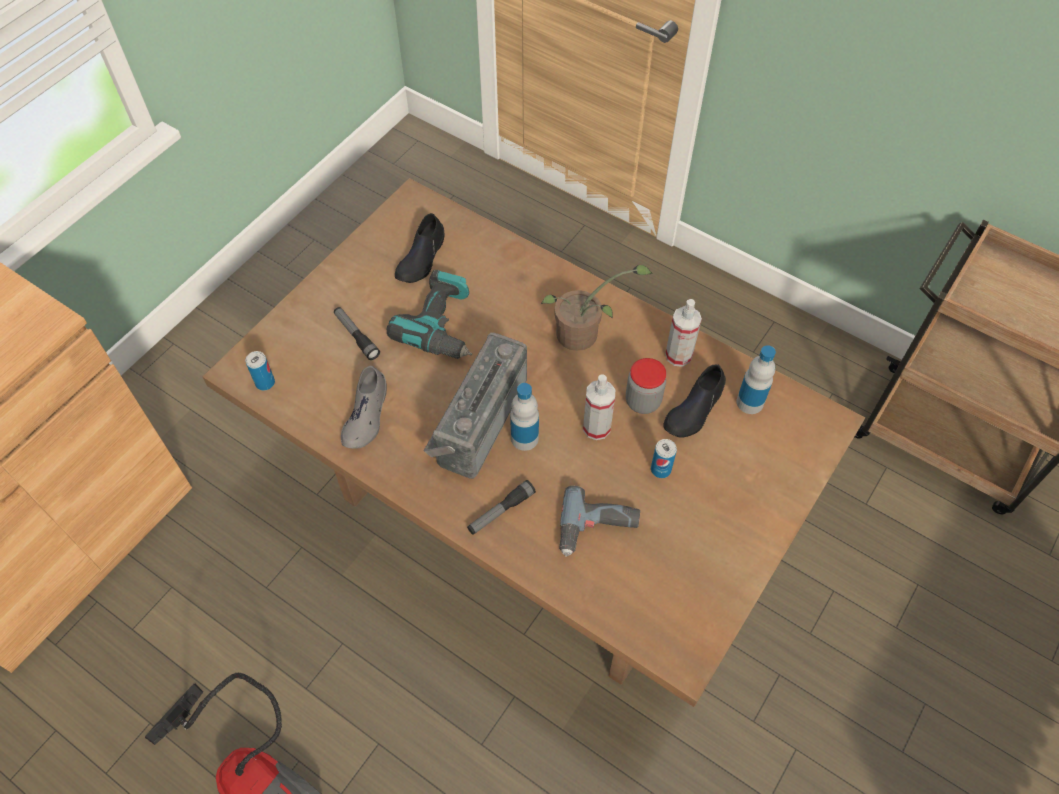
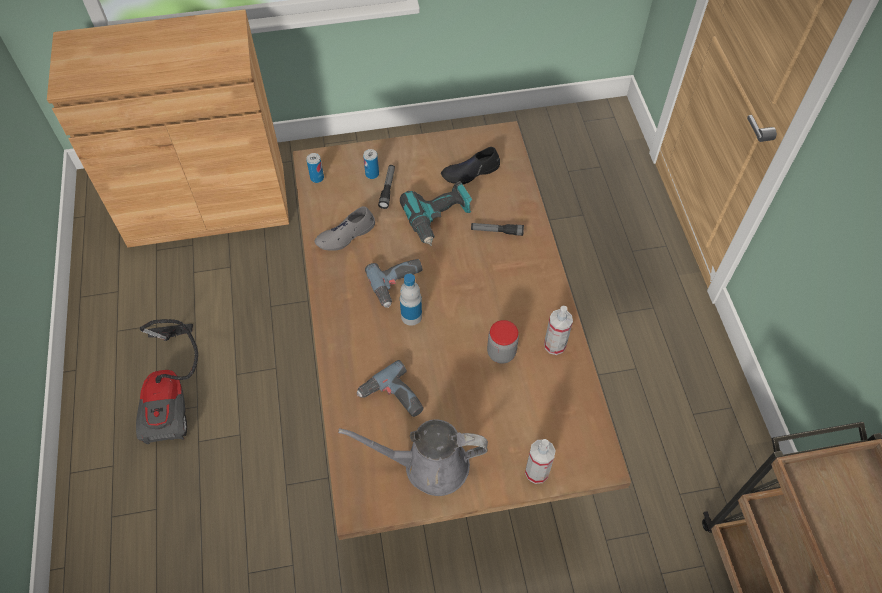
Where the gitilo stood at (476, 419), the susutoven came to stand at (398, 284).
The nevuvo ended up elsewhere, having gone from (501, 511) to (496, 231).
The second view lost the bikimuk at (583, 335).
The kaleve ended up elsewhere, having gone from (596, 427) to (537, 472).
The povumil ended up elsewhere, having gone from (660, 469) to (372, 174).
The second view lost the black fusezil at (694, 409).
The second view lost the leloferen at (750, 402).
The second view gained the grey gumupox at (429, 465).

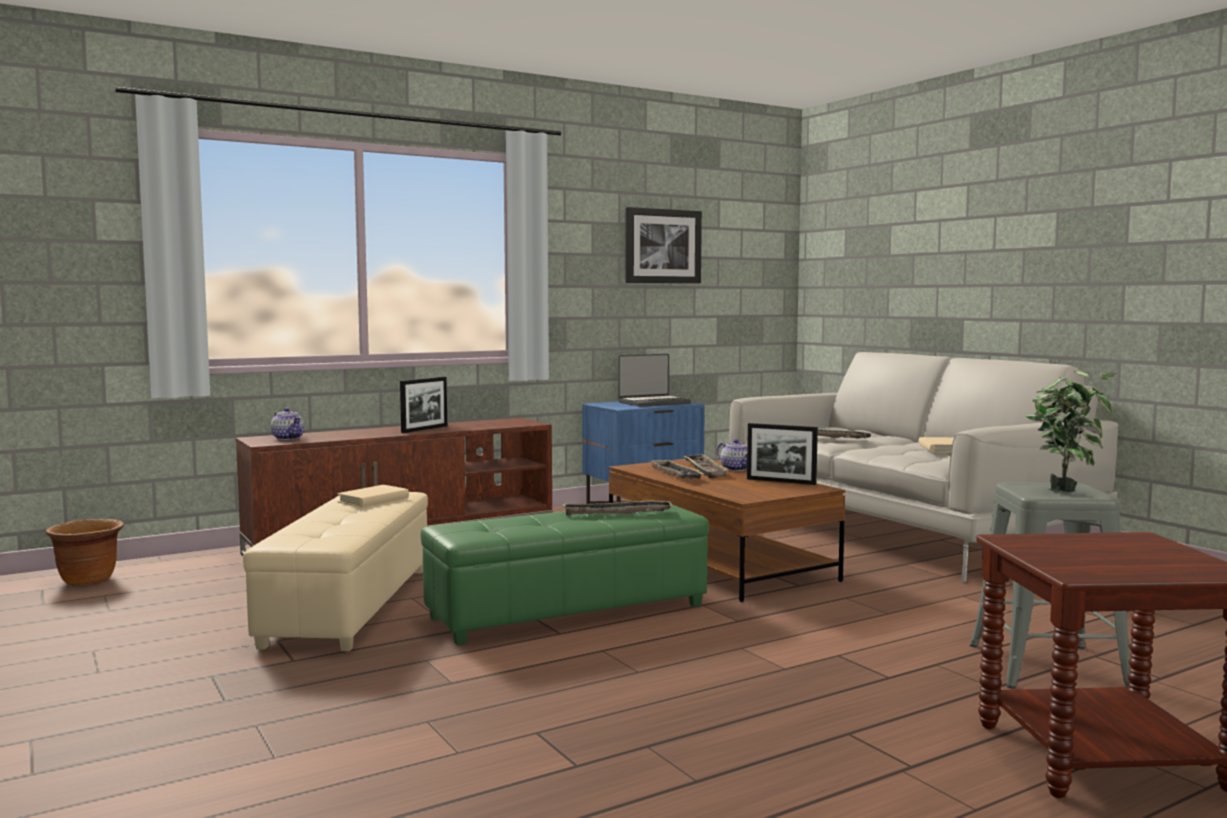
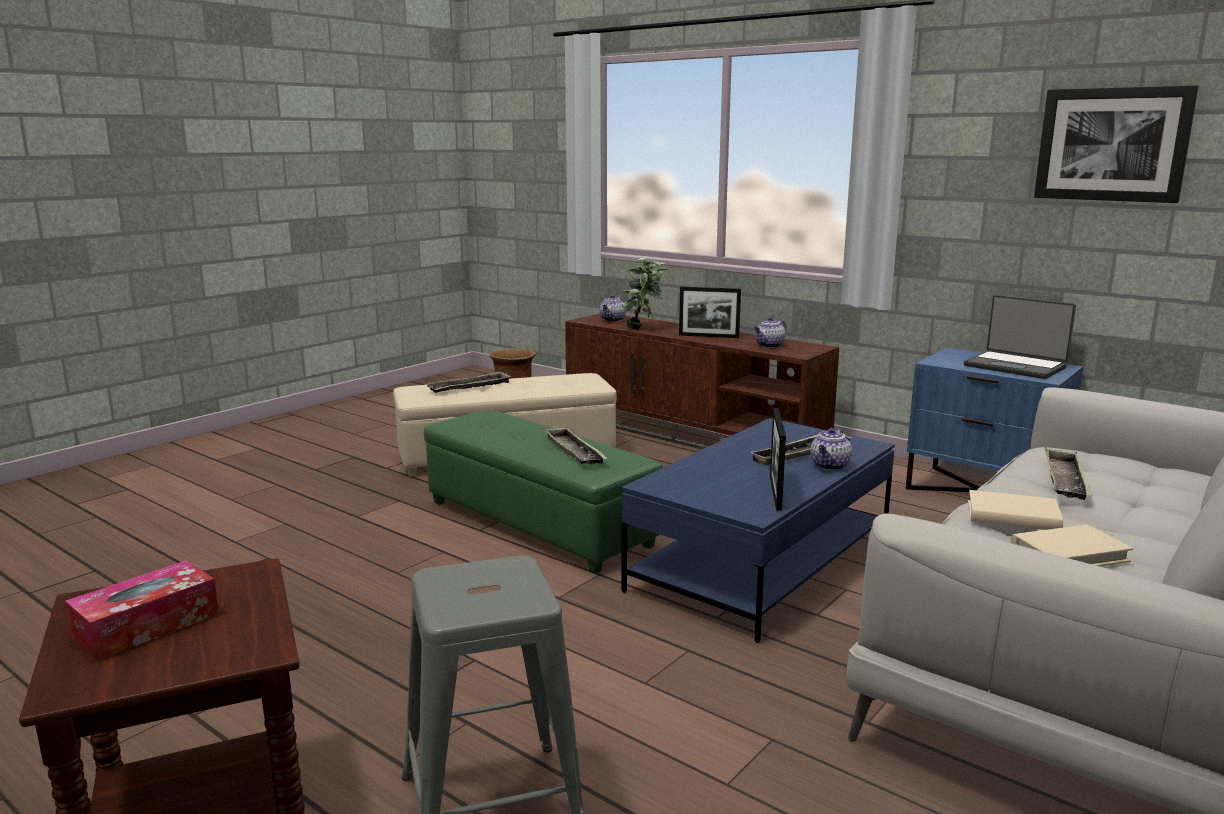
The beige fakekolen ended up elsewhere, having gone from (373, 500) to (1012, 516).
What was the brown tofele at (719, 563) turned into the blue tofele at (762, 564).
The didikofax ended up elsewhere, having gone from (675, 474) to (469, 387).
The bikimuk ended up elsewhere, having gone from (1065, 490) to (643, 329).
The second view gained the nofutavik at (147, 625).
The second view gained the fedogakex at (769, 346).

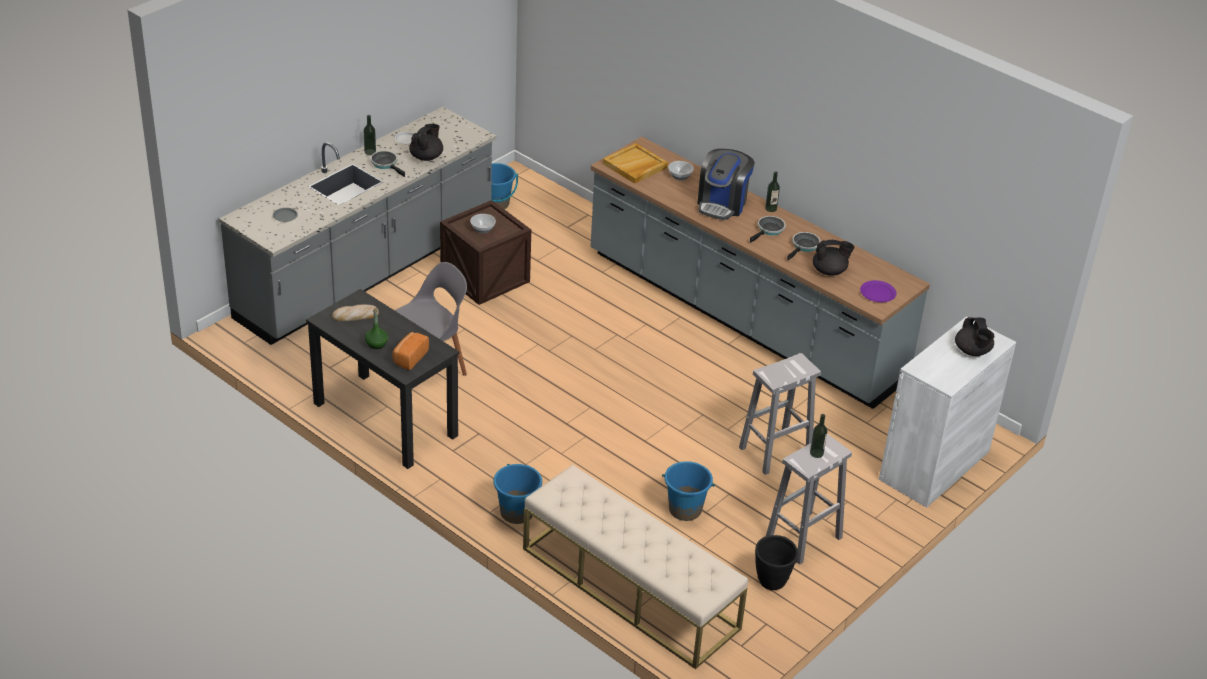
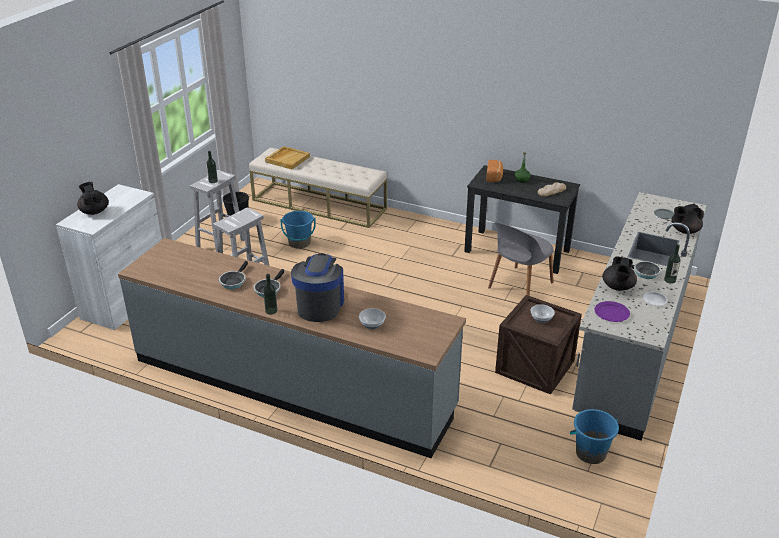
The second view lost the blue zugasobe at (517, 512).
The beige didikofax ended up elsewhere, having gone from (635, 166) to (287, 159).
The black fedogakex ended up elsewhere, having gone from (830, 271) to (684, 231).
The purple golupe ended up elsewhere, having gone from (878, 293) to (611, 313).

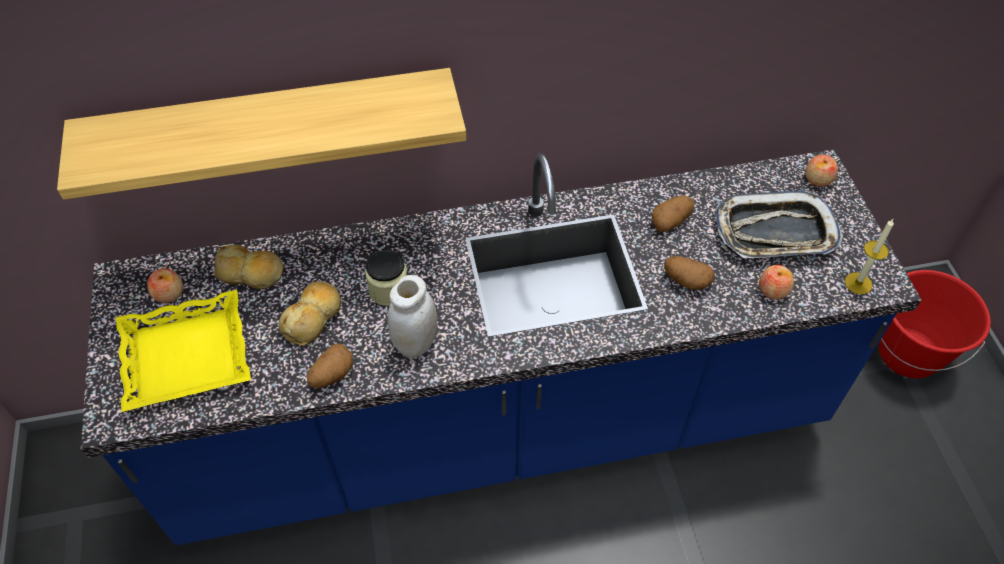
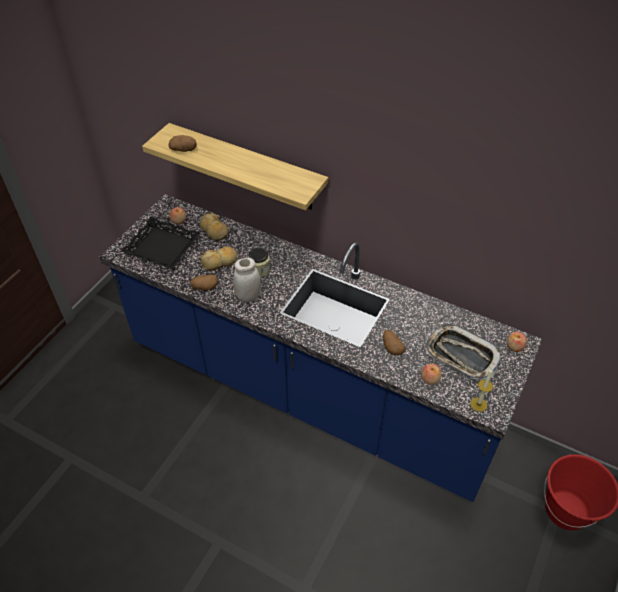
What was the yellow didikofax at (186, 355) turned into the black didikofax at (162, 247).
The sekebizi ended up elsewhere, having gone from (671, 221) to (184, 150).

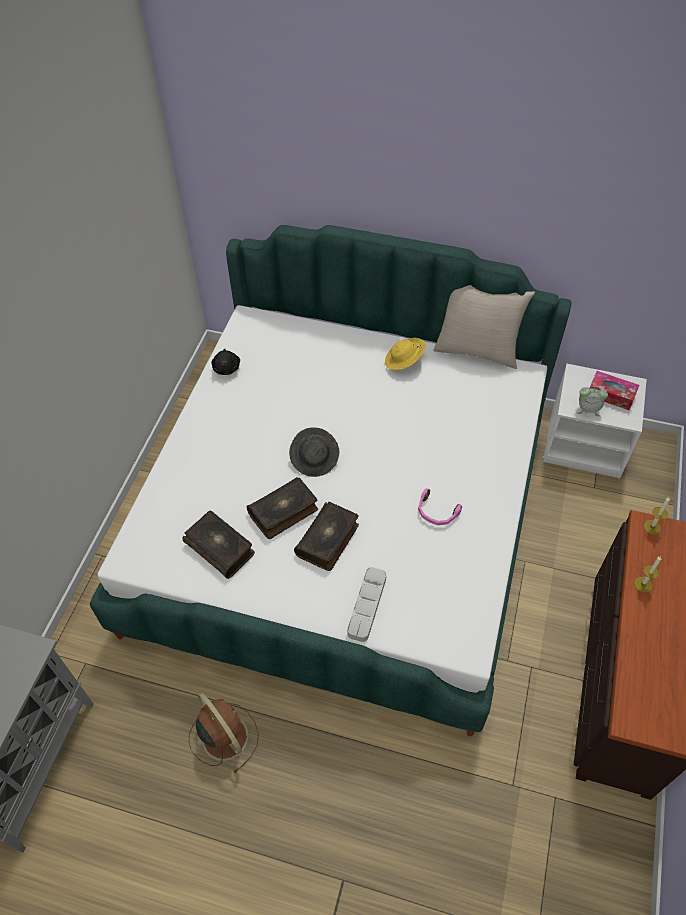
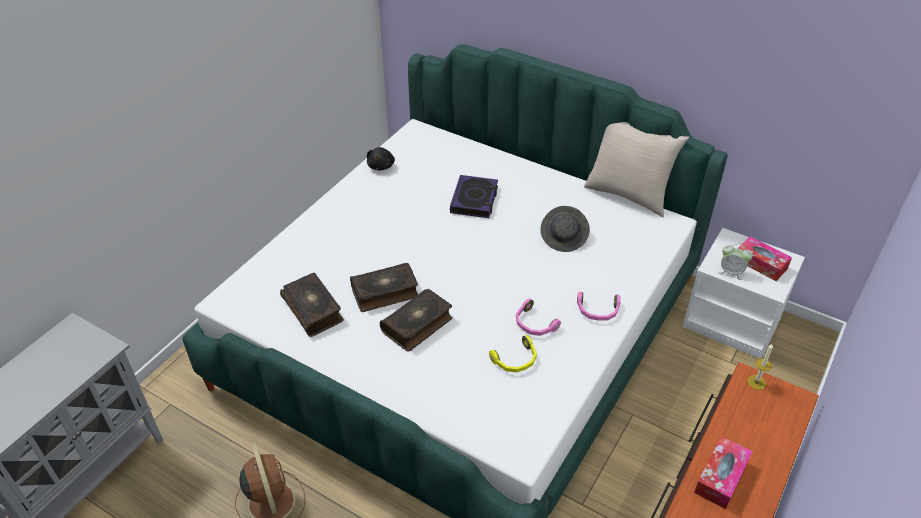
The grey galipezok ended up elsewhere, having gone from (315, 459) to (564, 237).
The second view lost the grey didikofax at (367, 605).
The second view lost the yellow galipezok at (404, 361).
The second view lost the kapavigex at (643, 584).
The second view gained the fakekolen at (474, 200).
The second view gained the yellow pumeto at (515, 360).
The second view gained the pink pumeto at (597, 311).
The second view gained the nofutavik at (721, 477).

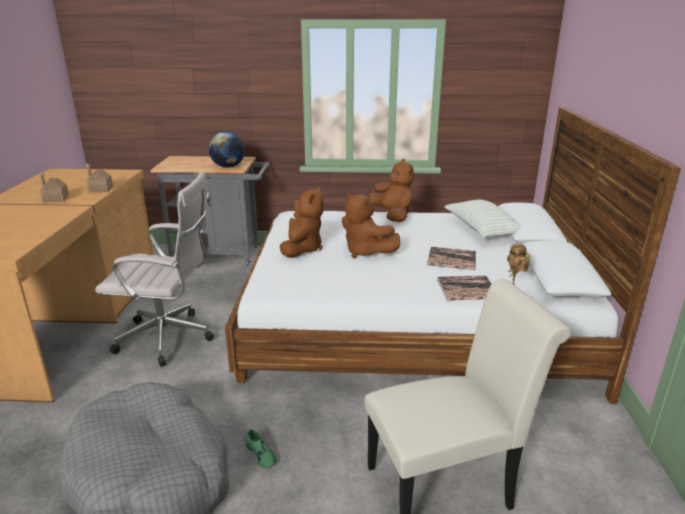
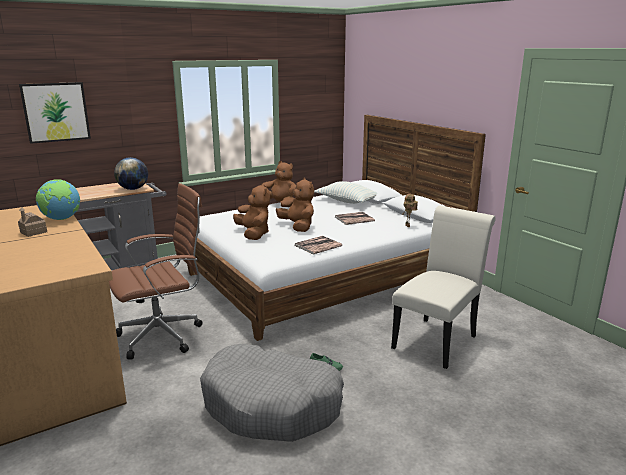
Where the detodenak stood at (100, 189), the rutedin came to stand at (61, 219).
What was the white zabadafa at (169, 338) turned into the brown zabadafa at (164, 336).
The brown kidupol at (365, 252) ended up facing another way, 135 degrees counterclockwise from before.
The fakekolen ended up elsewhere, having gone from (467, 289) to (318, 246).
The second view gained the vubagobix at (56, 112).

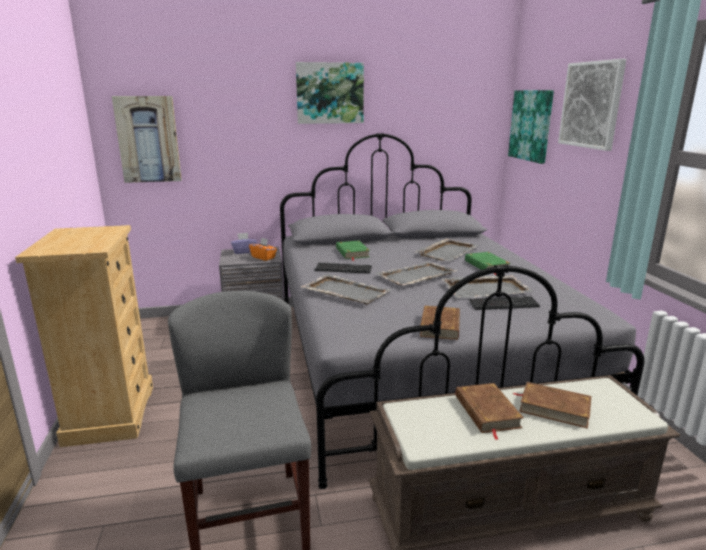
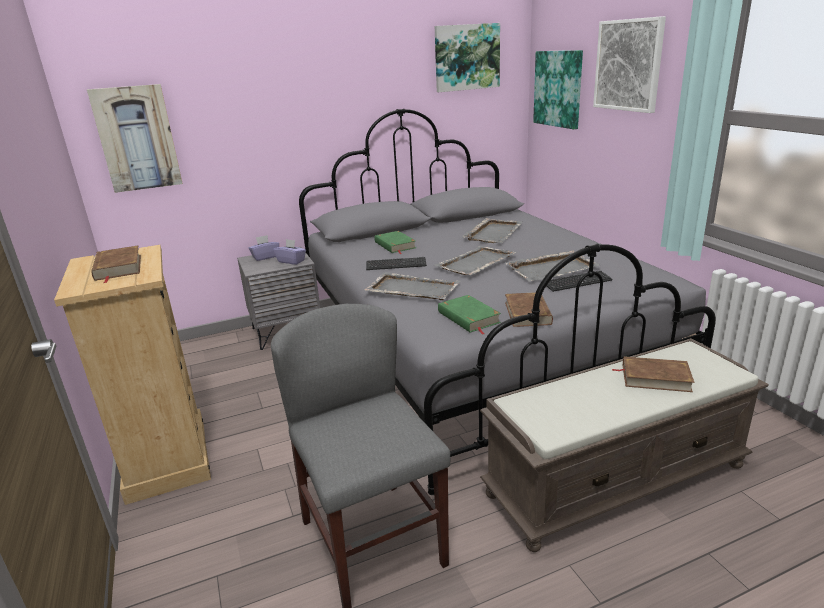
What was the orange nofutavik at (263, 257) turned into the purple nofutavik at (291, 261).
The vubagobix ended up elsewhere, having gone from (329, 93) to (466, 57).
The brown fakekolen ended up elsewhere, having gone from (486, 412) to (118, 267).
The green fakekolen ended up elsewhere, having gone from (486, 265) to (468, 317).

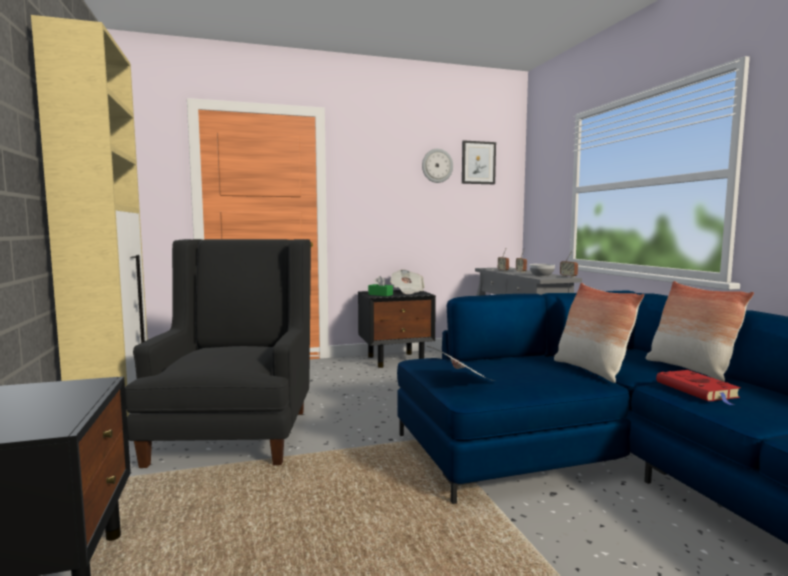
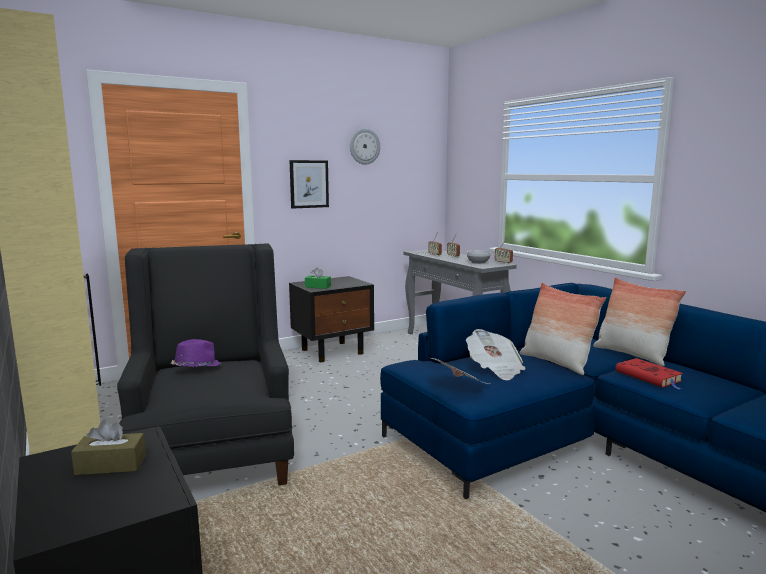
The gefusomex ended up elsewhere, having gone from (407, 291) to (494, 369).
The vubagobix ended up elsewhere, having gone from (478, 162) to (309, 184).
The second view gained the brown nofutavik at (111, 465).
The second view gained the purple galipezok at (196, 367).

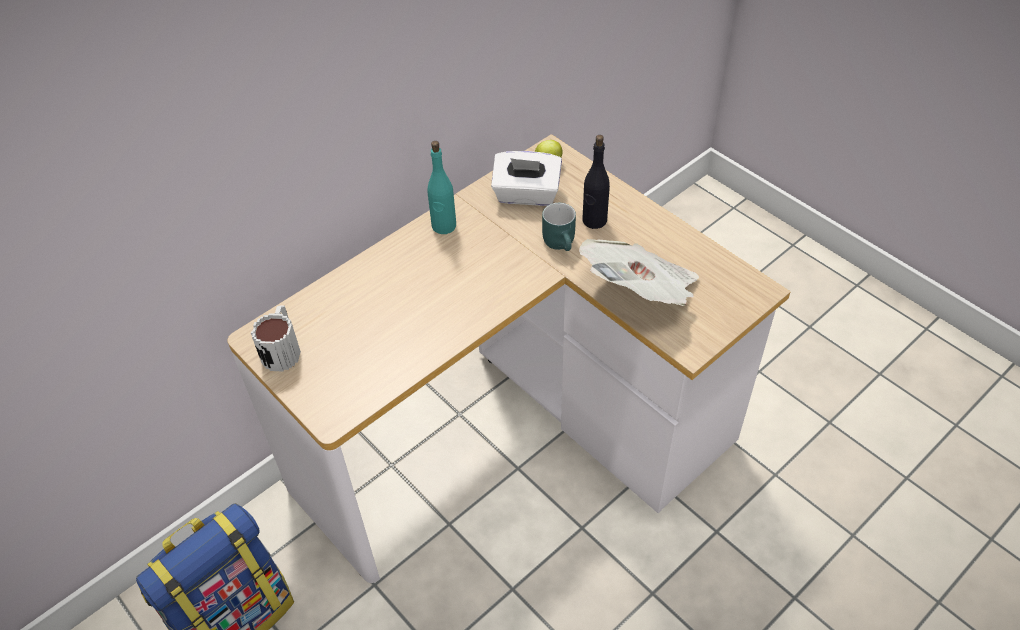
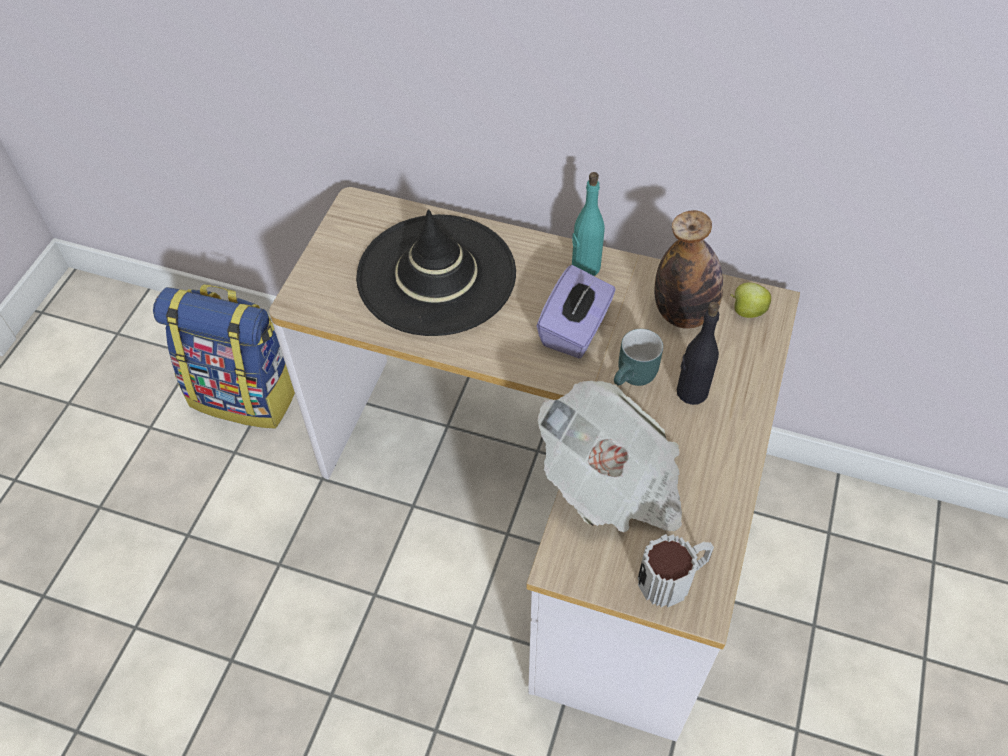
The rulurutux ended up elsewhere, having gone from (283, 349) to (673, 578).
Where the white nofutavik stood at (526, 195), the leloferen came to stand at (683, 314).
The second view gained the black galipezok at (436, 275).
The second view gained the purple nofutavik at (575, 330).

